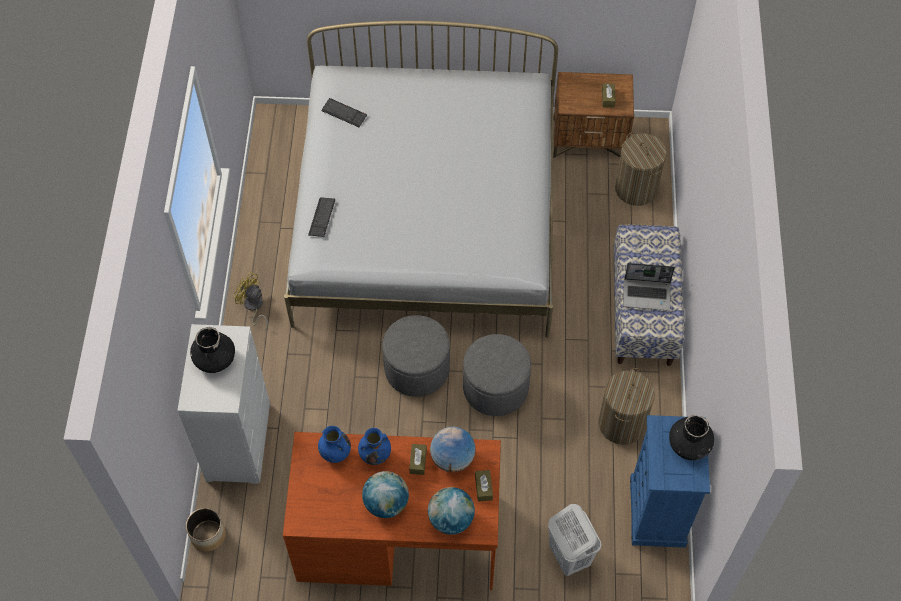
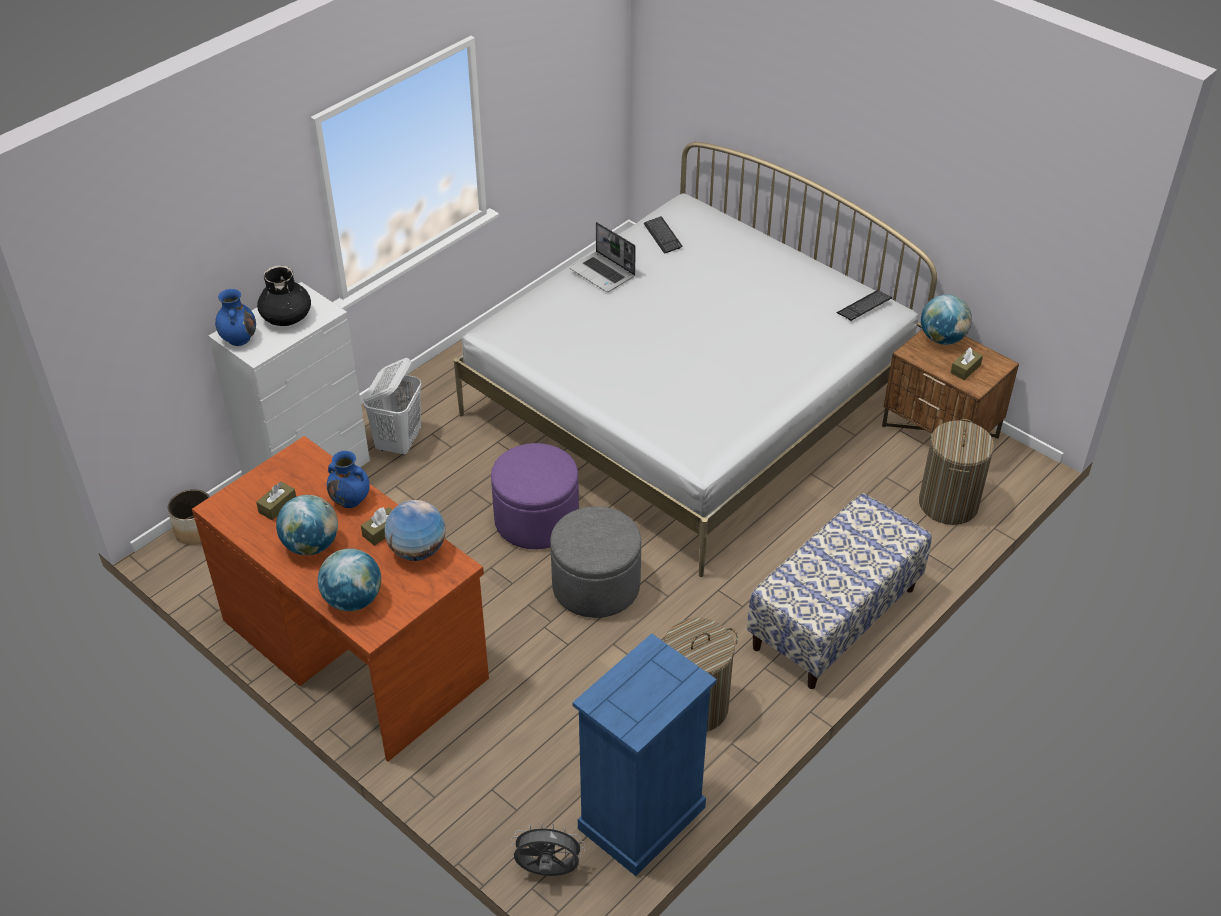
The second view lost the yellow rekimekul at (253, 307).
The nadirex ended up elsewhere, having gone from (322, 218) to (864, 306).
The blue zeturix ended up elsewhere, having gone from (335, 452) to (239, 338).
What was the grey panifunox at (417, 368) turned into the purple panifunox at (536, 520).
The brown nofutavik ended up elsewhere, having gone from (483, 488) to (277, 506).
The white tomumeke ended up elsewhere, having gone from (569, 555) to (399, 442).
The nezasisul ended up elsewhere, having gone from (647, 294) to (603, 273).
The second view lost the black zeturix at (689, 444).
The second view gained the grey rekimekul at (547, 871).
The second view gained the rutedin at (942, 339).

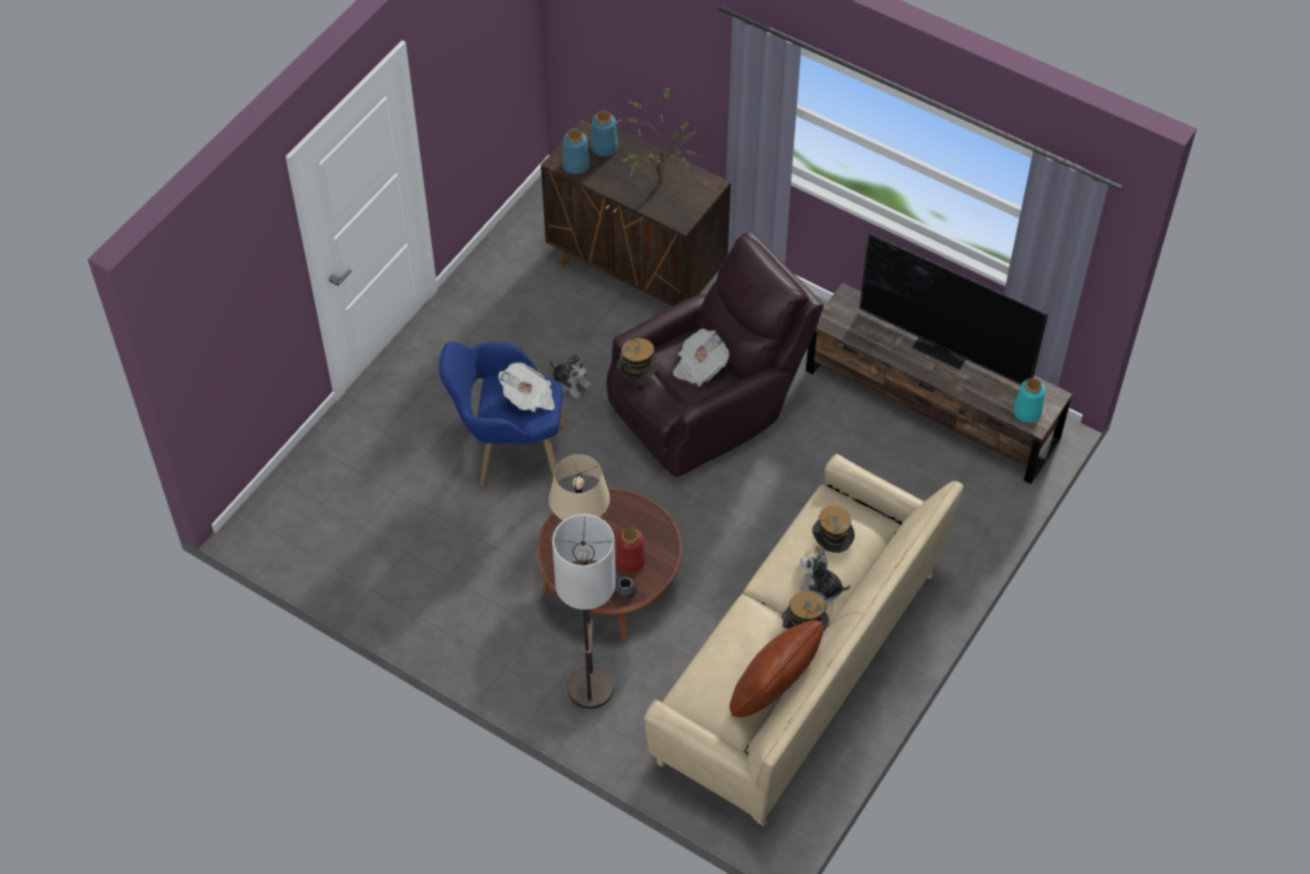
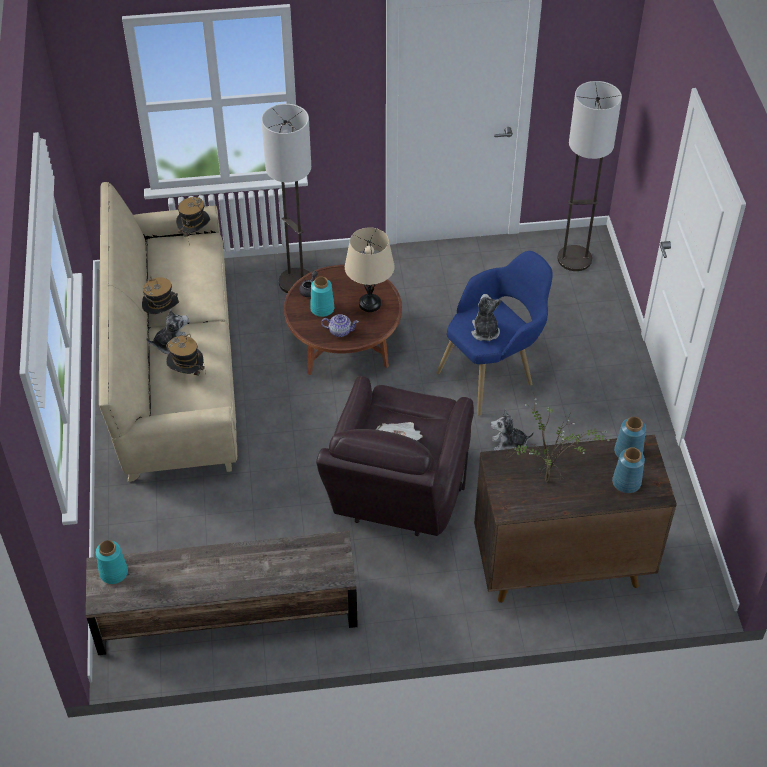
Where the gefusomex stood at (528, 398), the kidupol came to stand at (485, 331).
What was the red zeturix at (630, 560) turned into the turquoise zeturix at (322, 309).
The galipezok ended up elsewhere, having gone from (638, 377) to (195, 234).
The second view lost the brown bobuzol at (773, 692).
The second view lost the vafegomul at (943, 349).
The second view gained the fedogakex at (339, 331).
The second view gained the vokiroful at (574, 259).

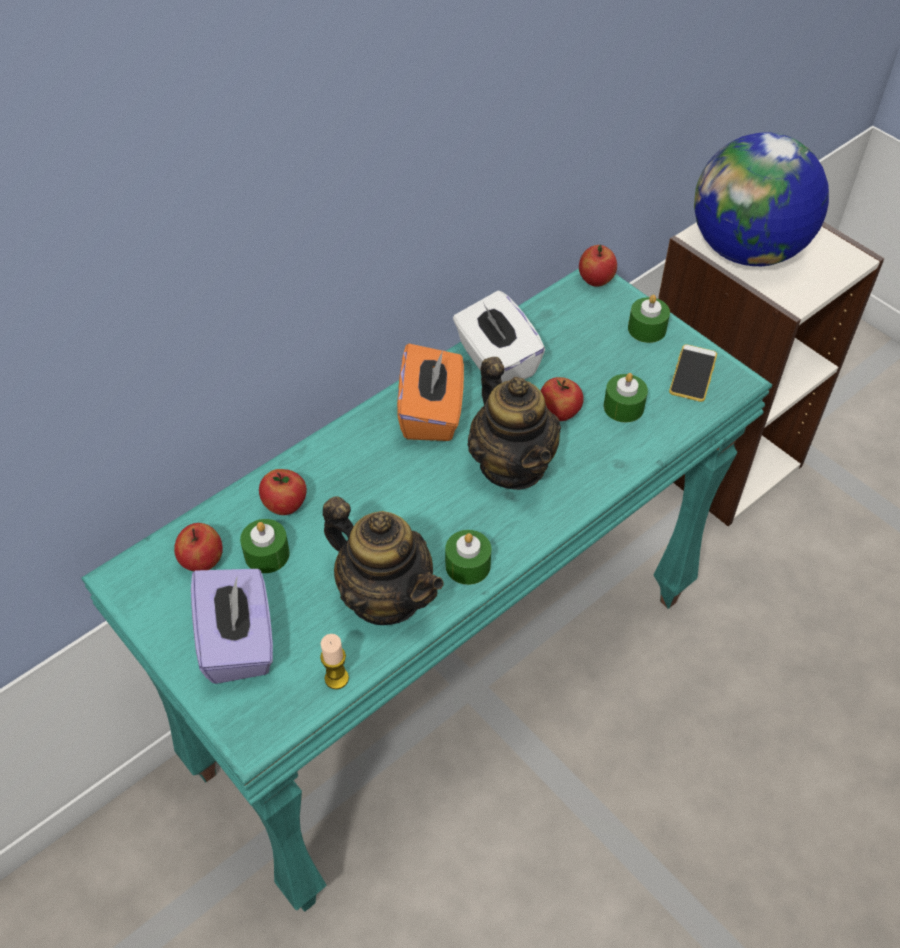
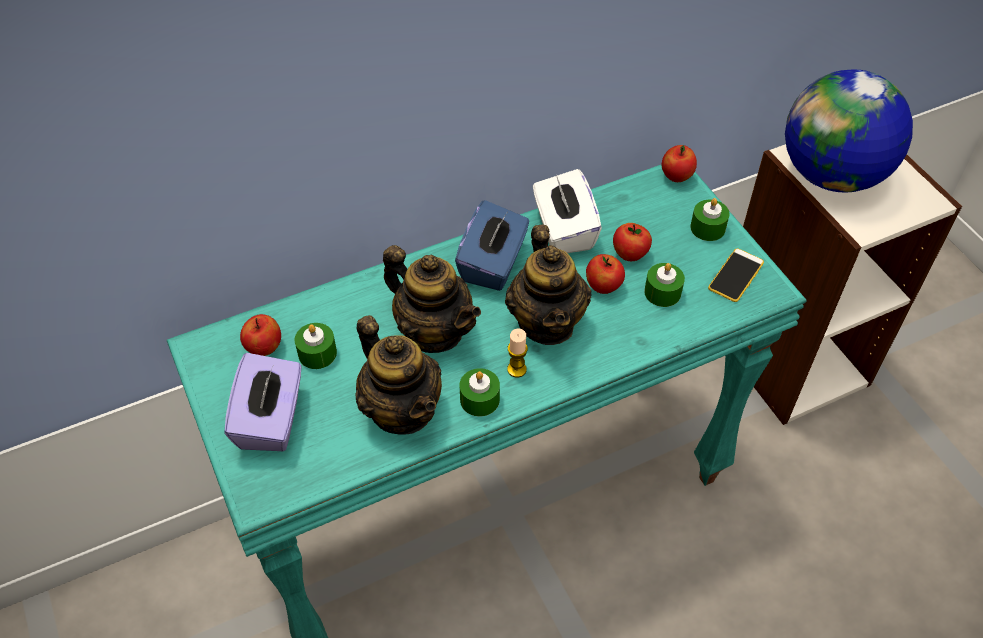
The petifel ended up elsewhere, having gone from (285, 505) to (630, 254).
The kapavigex ended up elsewhere, having gone from (336, 678) to (516, 369).
What was the orange nofutavik at (432, 413) turned into the blue nofutavik at (493, 264).
The second view gained the fedogakex at (434, 331).

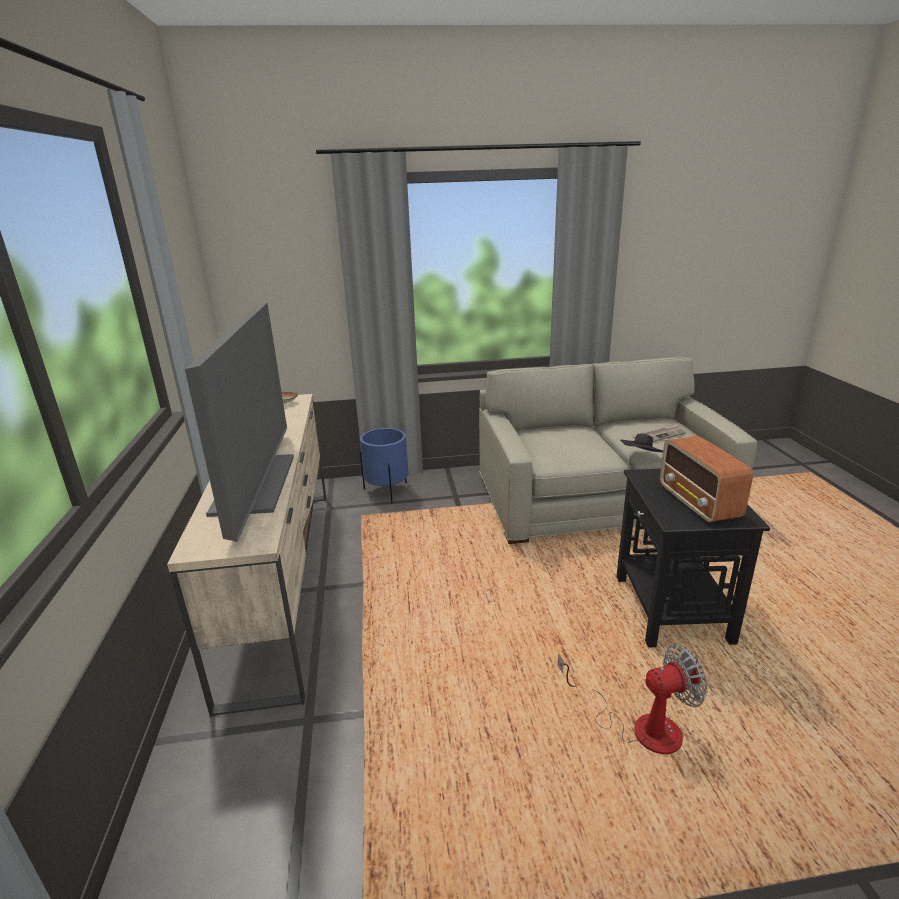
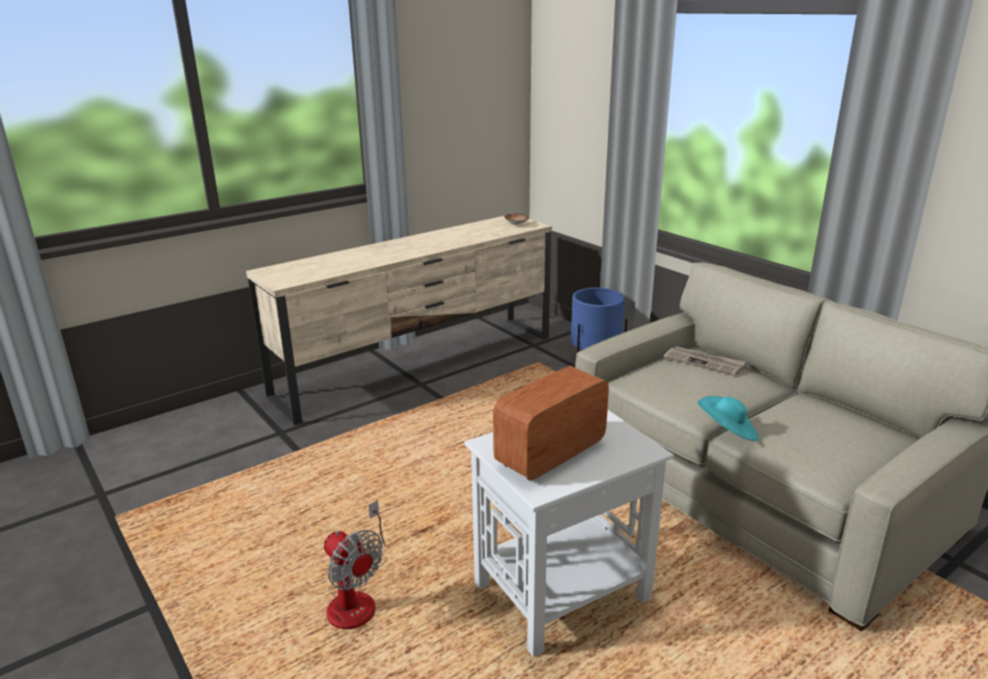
The second view lost the vafegomul at (255, 483).
What was the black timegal at (672, 610) turned into the white timegal at (560, 593).
What was the black galipezok at (641, 457) turned into the turquoise galipezok at (727, 432).
The gefusomex ended up elsewhere, having gone from (659, 435) to (704, 362).

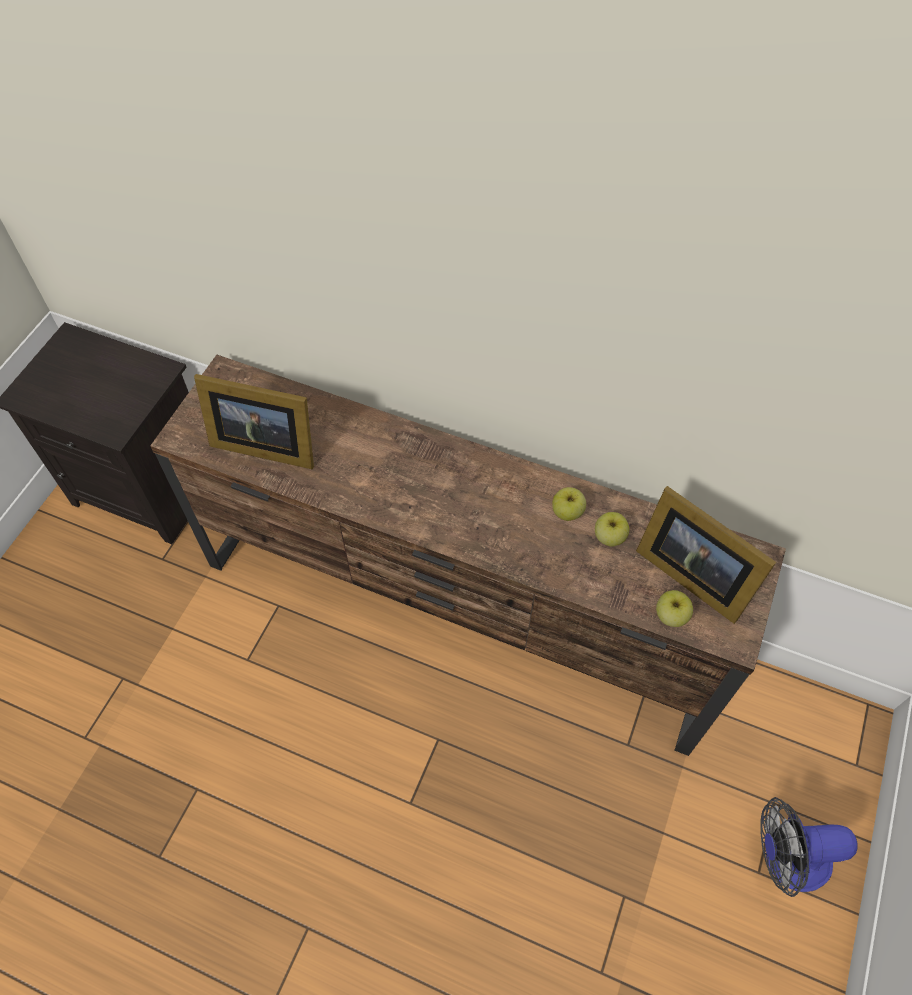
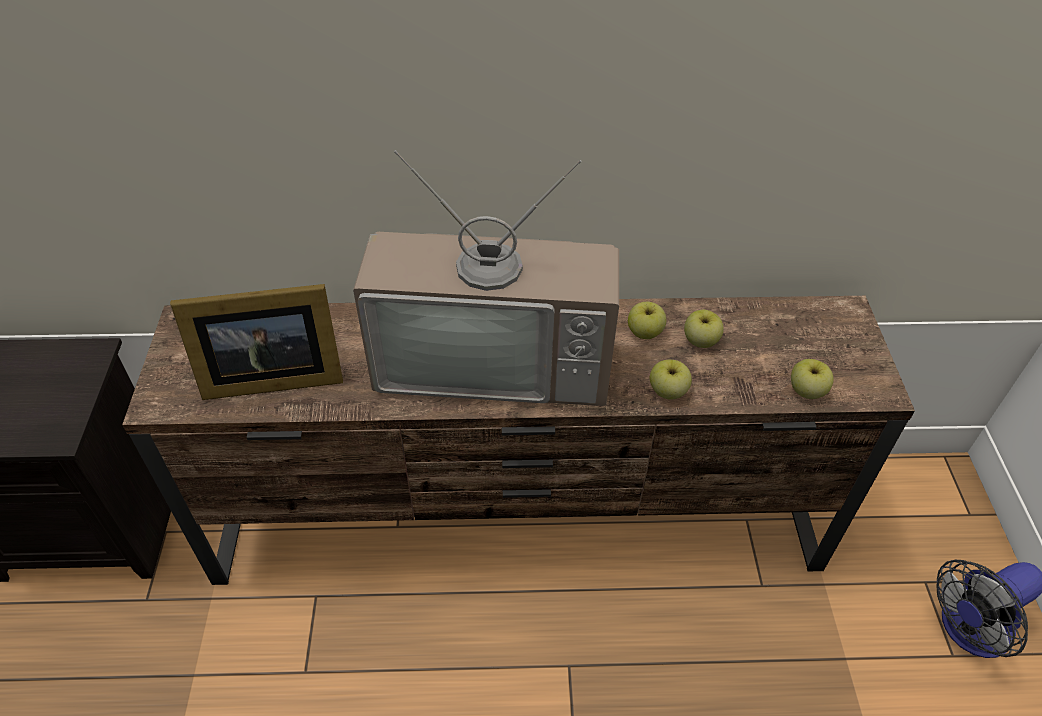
The second view lost the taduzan at (690, 572).
The second view gained the vafegomul at (495, 358).
The second view gained the petifel at (667, 391).

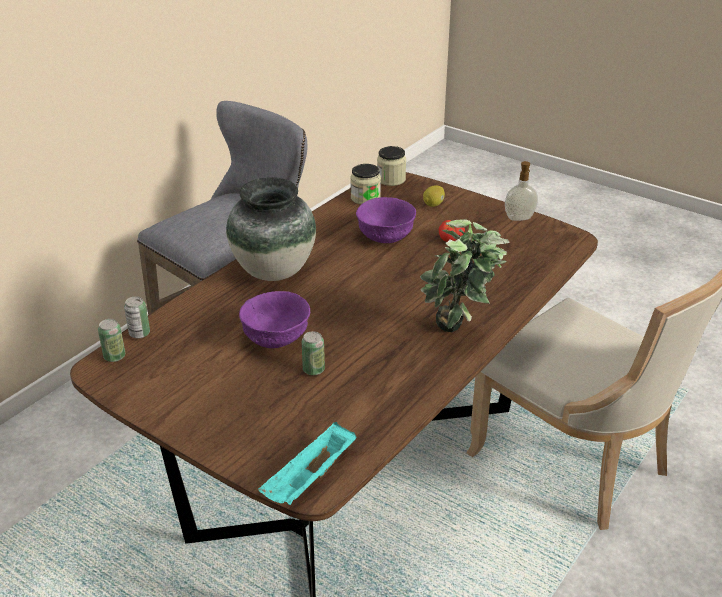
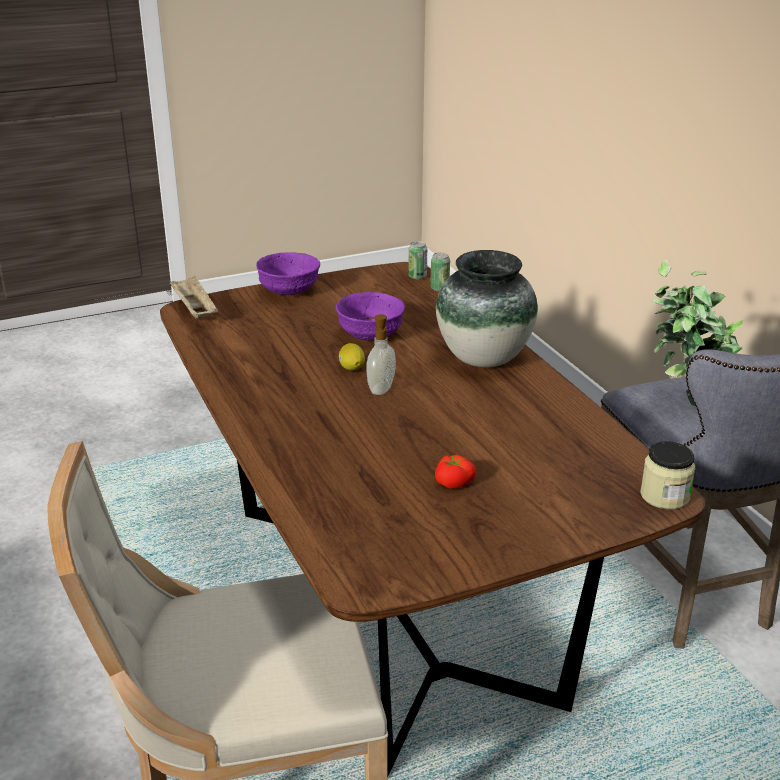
What was the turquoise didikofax at (310, 479) turned into the beige didikofax at (194, 310).
The second view lost the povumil at (313, 370).
The second view lost the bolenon at (365, 198).
The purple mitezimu ended up elsewhere, having gone from (386, 236) to (288, 291).
The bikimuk ended up elsewhere, having gone from (459, 335) to (681, 403).
The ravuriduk ended up elsewhere, having gone from (433, 204) to (352, 369).
The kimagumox ended up elsewhere, having gone from (519, 218) to (379, 389).

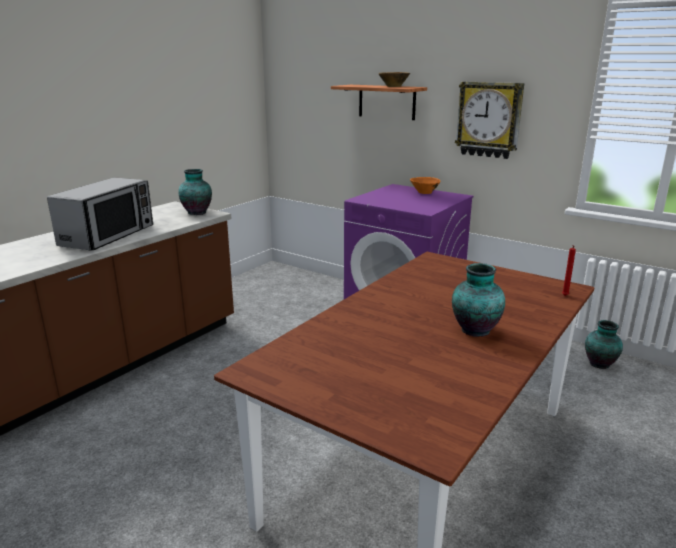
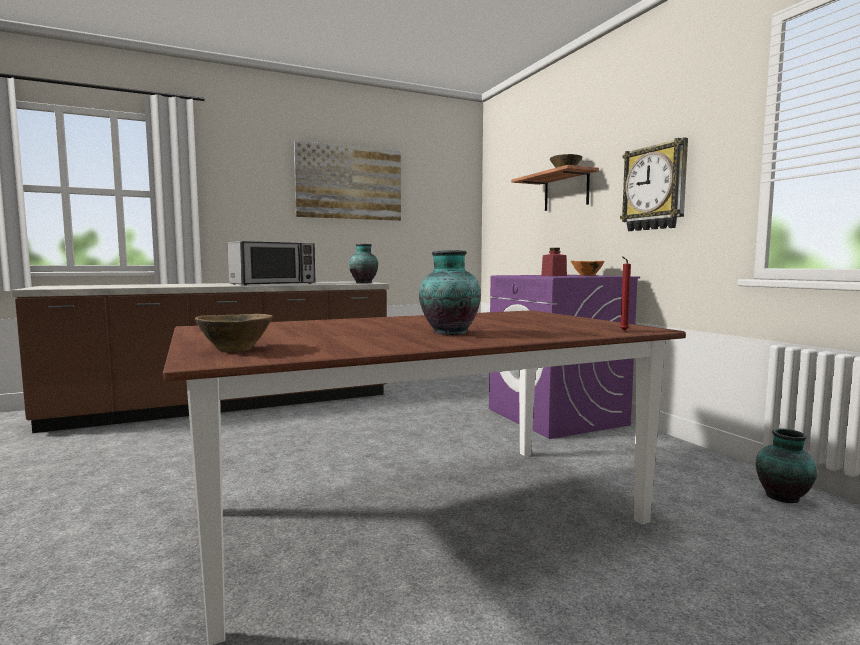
The second view gained the brown mitezimu at (236, 349).
The second view gained the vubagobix at (349, 183).
The second view gained the red bolenon at (554, 275).

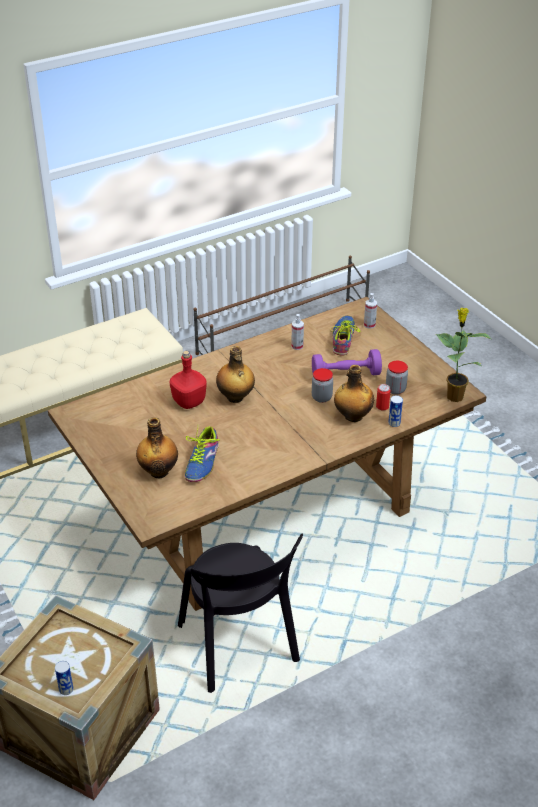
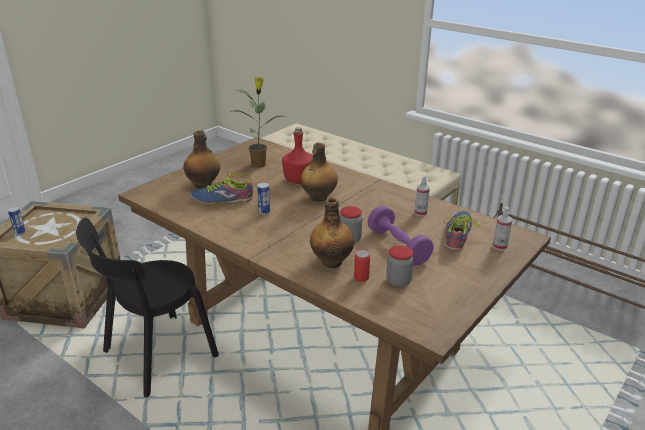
The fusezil at (343, 339) ended up facing another way, 60 degrees counterclockwise from before.
The povumil ended up elsewhere, having gone from (394, 423) to (264, 212).
The bikimuk ended up elsewhere, having gone from (454, 396) to (259, 164).

